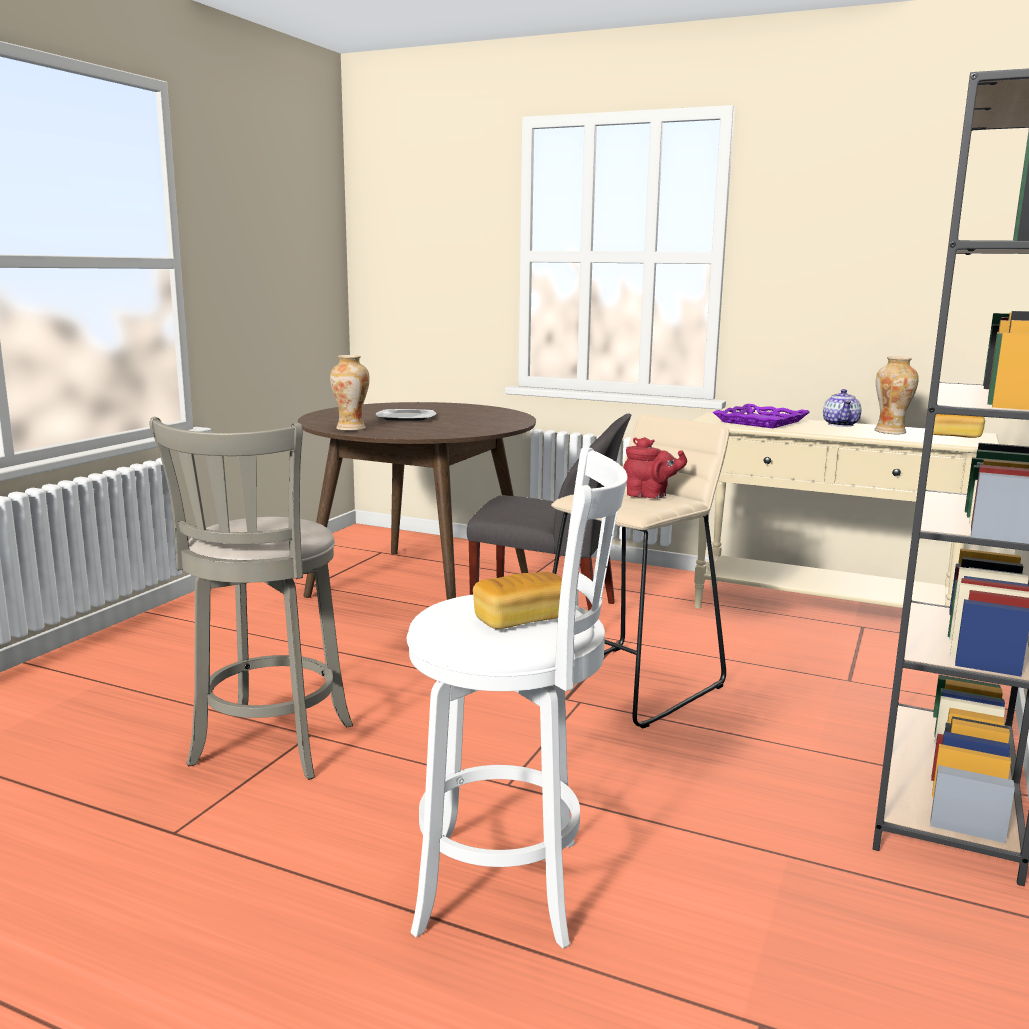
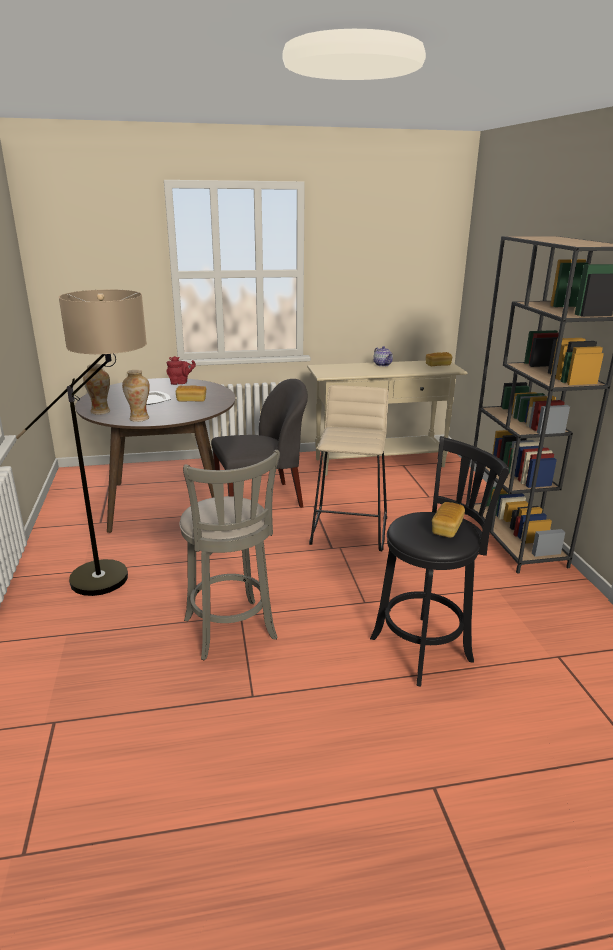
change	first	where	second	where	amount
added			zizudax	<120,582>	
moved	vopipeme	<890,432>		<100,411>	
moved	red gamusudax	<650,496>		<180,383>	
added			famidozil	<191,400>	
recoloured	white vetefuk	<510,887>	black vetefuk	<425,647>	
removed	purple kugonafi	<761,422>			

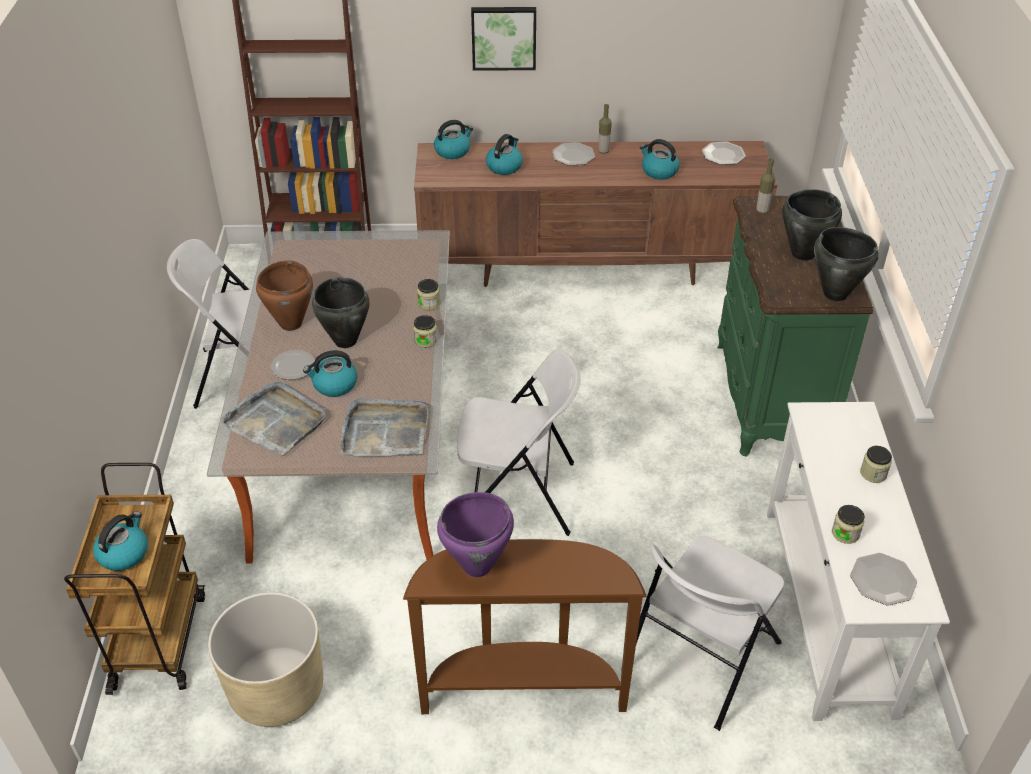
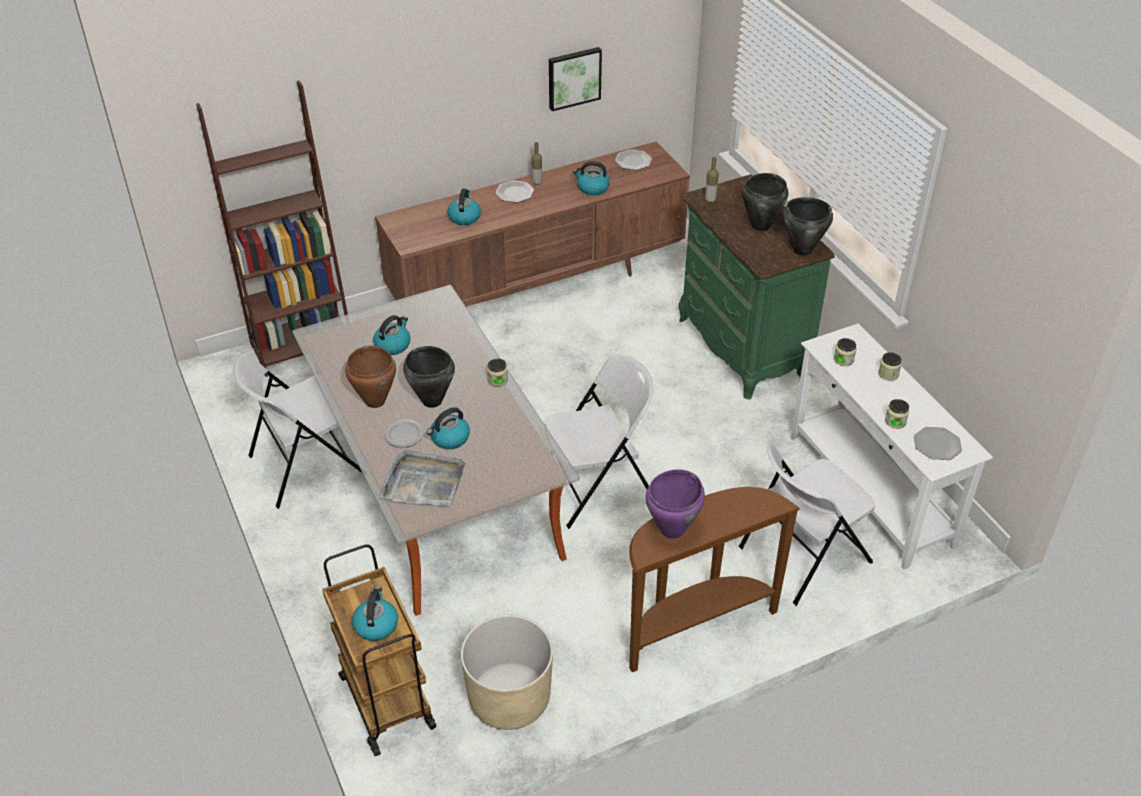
change	first	where	second	where	amount
moved	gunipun	<453,151>		<393,345>	
moved	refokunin	<503,37>		<573,77>	
turned	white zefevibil	<701,656>		<804,554>	45 degrees clockwise
moved	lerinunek	<429,303>		<843,360>	
removed	grey kugonafi	<385,431>			

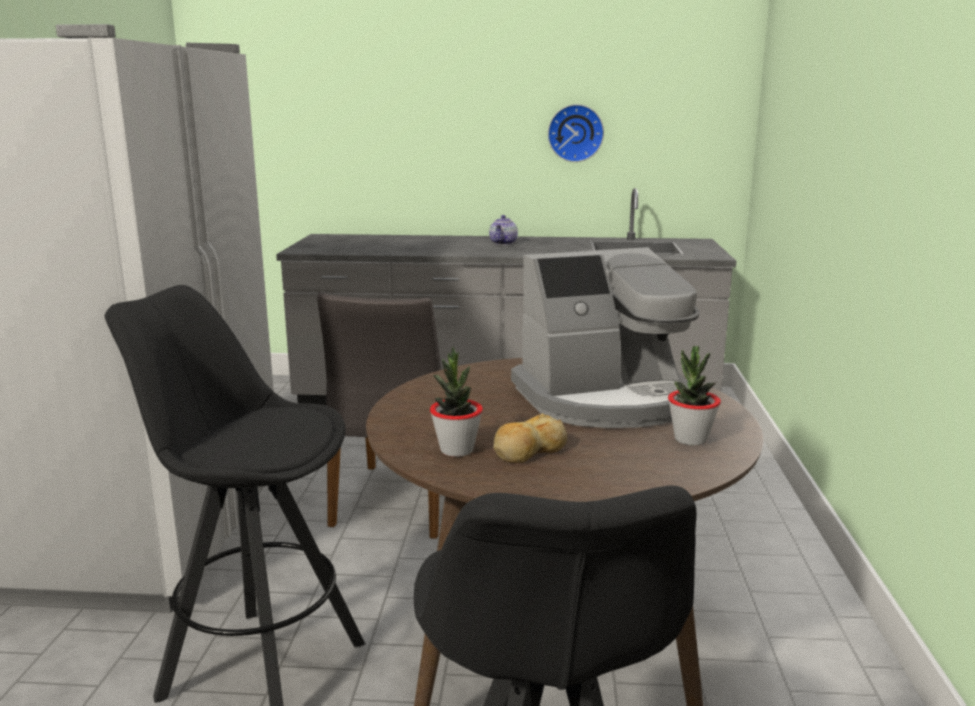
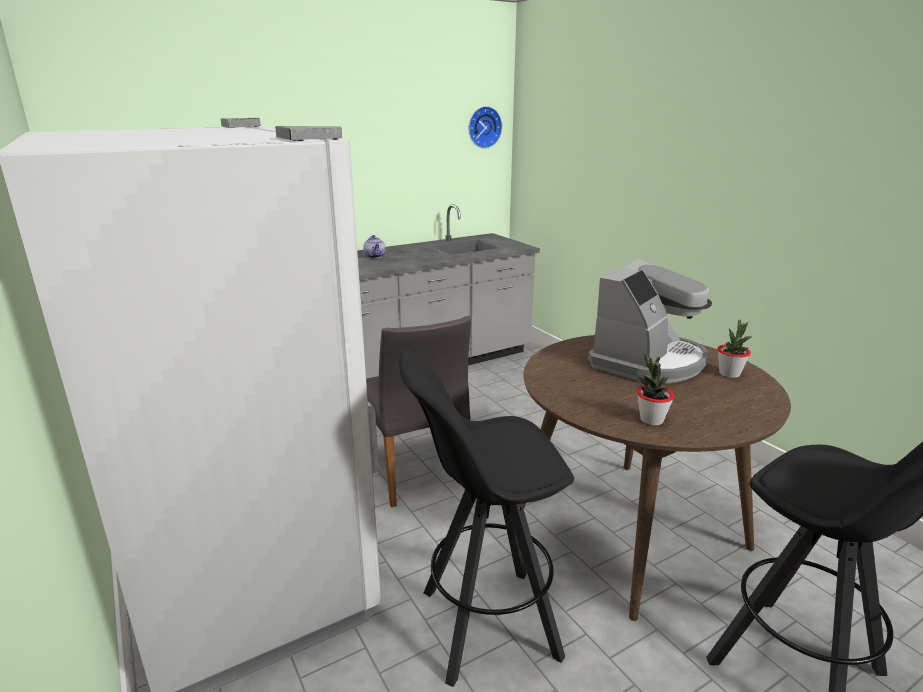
change	first	where	second	where	amount
moved	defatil	<575,133>		<483,127>	
removed	famidozil	<528,451>			

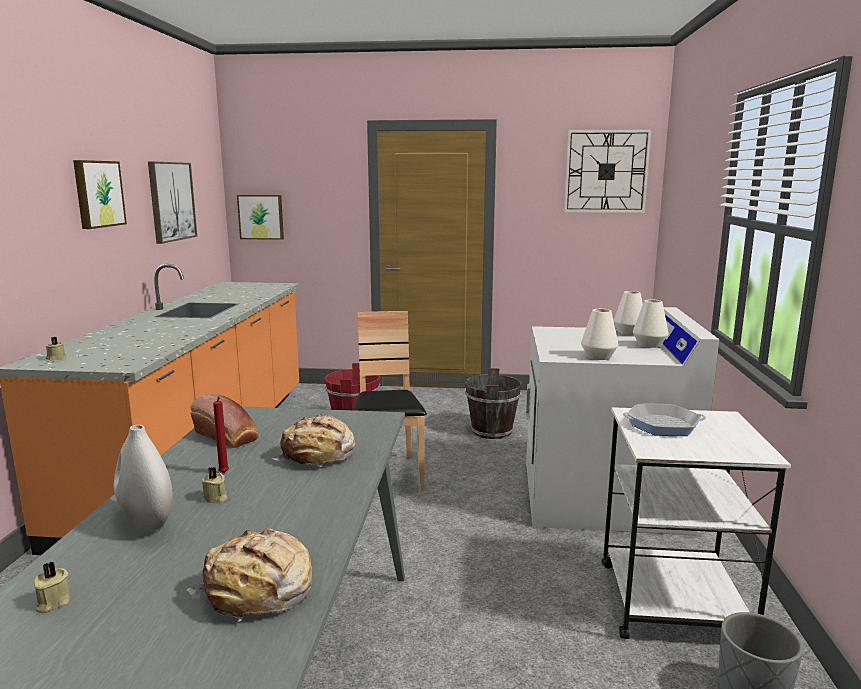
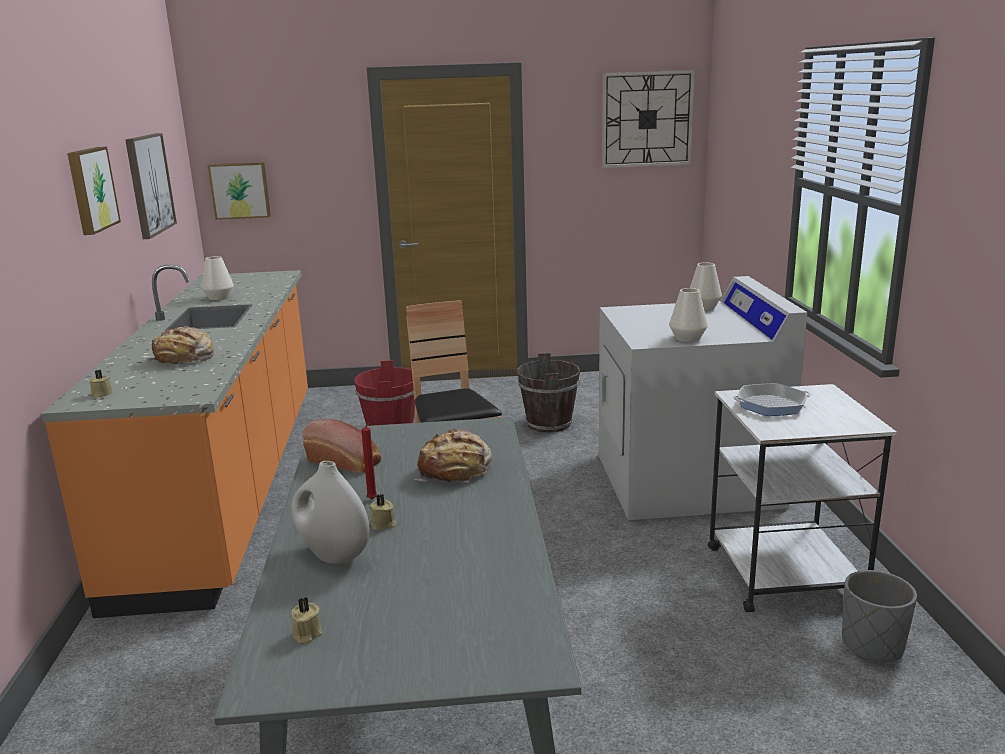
change	first	where	second	where	amount
moved	famidozil	<258,591>		<184,359>	
moved	white vopipeme	<649,345>		<219,298>	

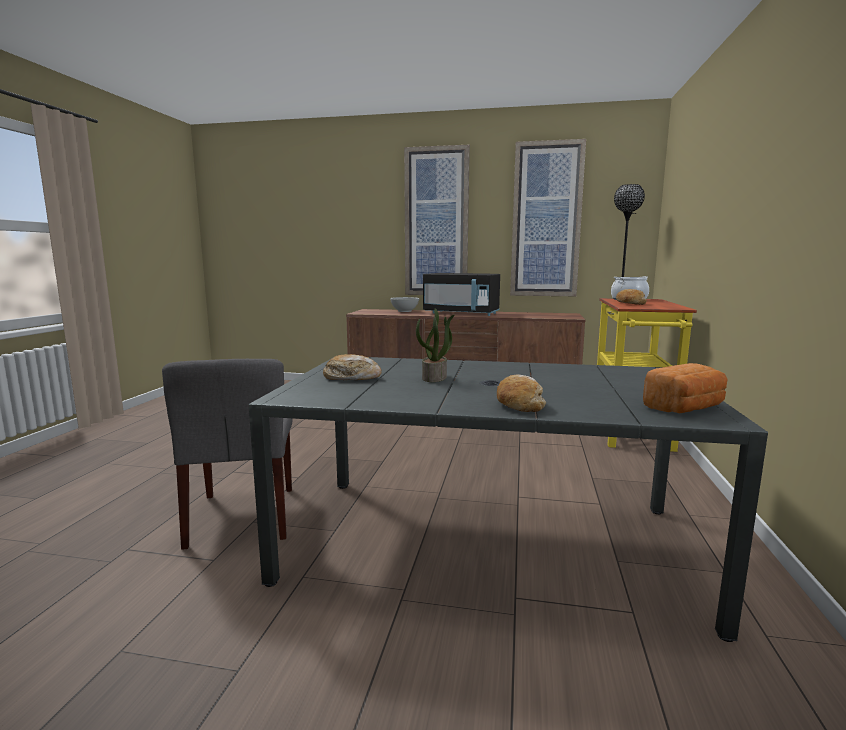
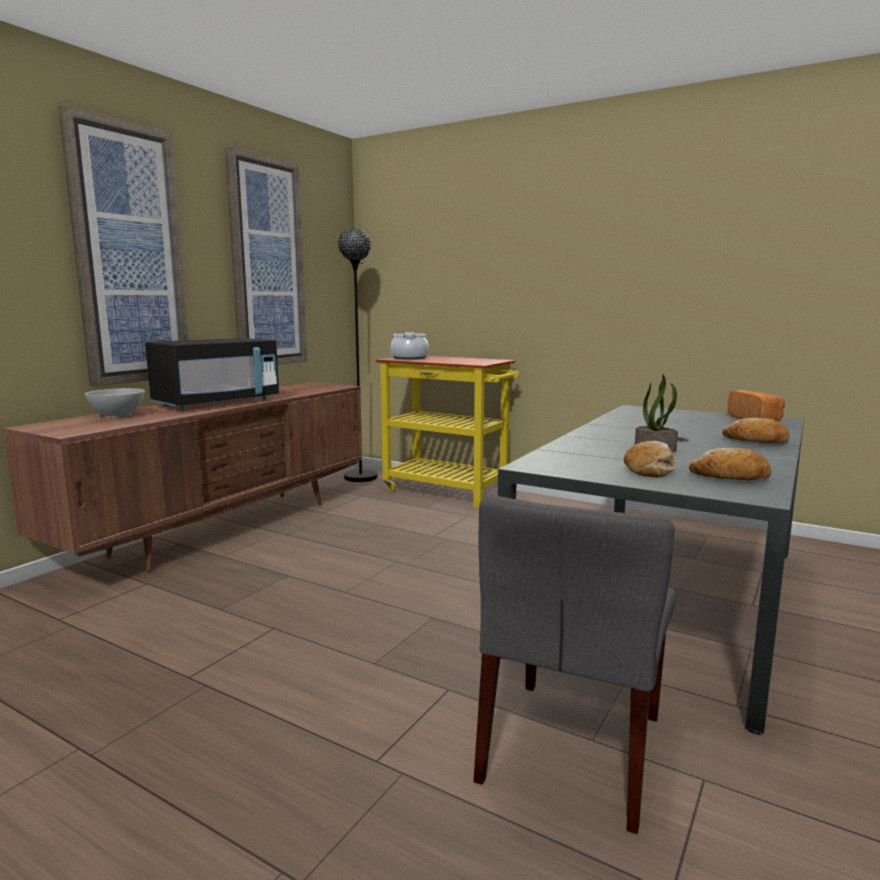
change	first	where	second	where	amount
turned	grey zefevibil	<243,516>		<573,749>	105 degrees clockwise
moved	famidozil	<629,303>		<730,477>	

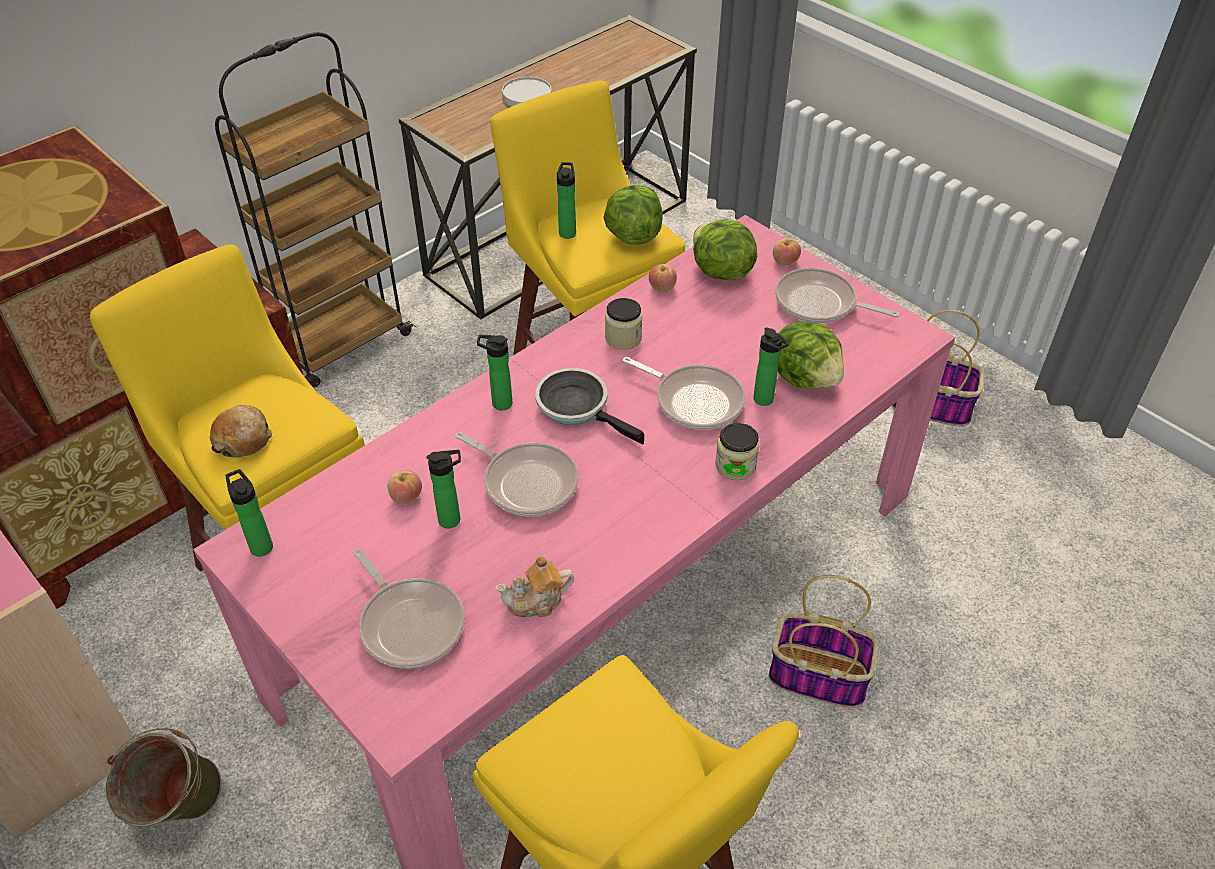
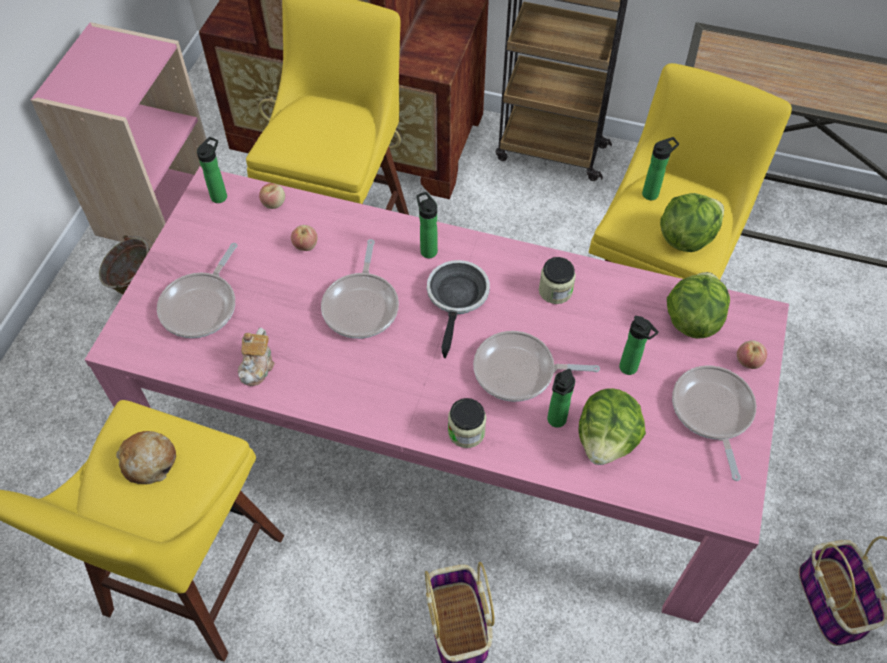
change	first	where	second	where	amount
moved	famidozil	<242,439>		<148,461>	
turned	gamusudax	<536,602>		<257,366>	120 degrees counterclockwise
moved	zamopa	<662,287>		<274,203>	
turned	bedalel	<694,401>		<519,371>	90 degrees clockwise
moved	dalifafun	<453,519>		<630,369>	
removed	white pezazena	<526,96>			

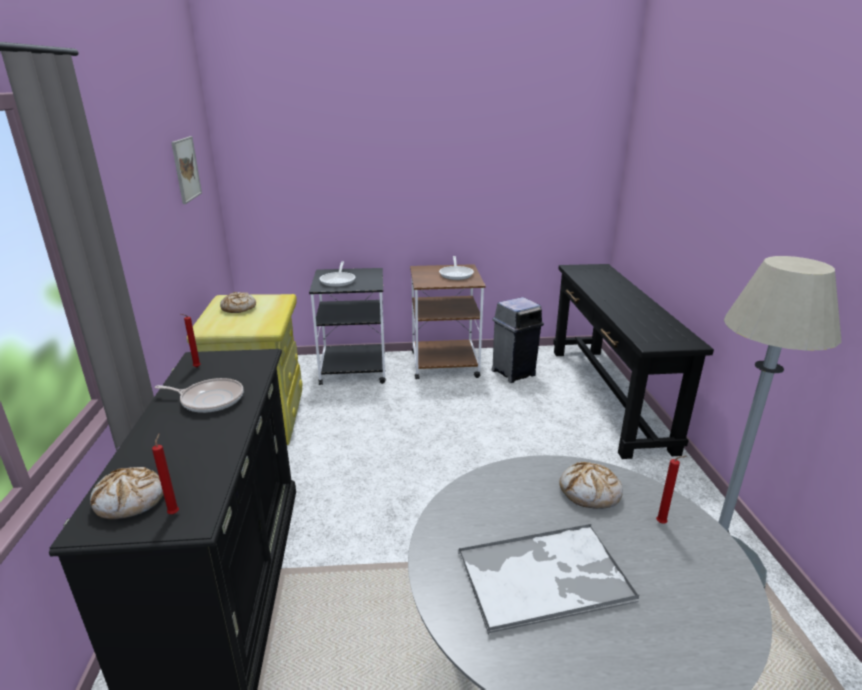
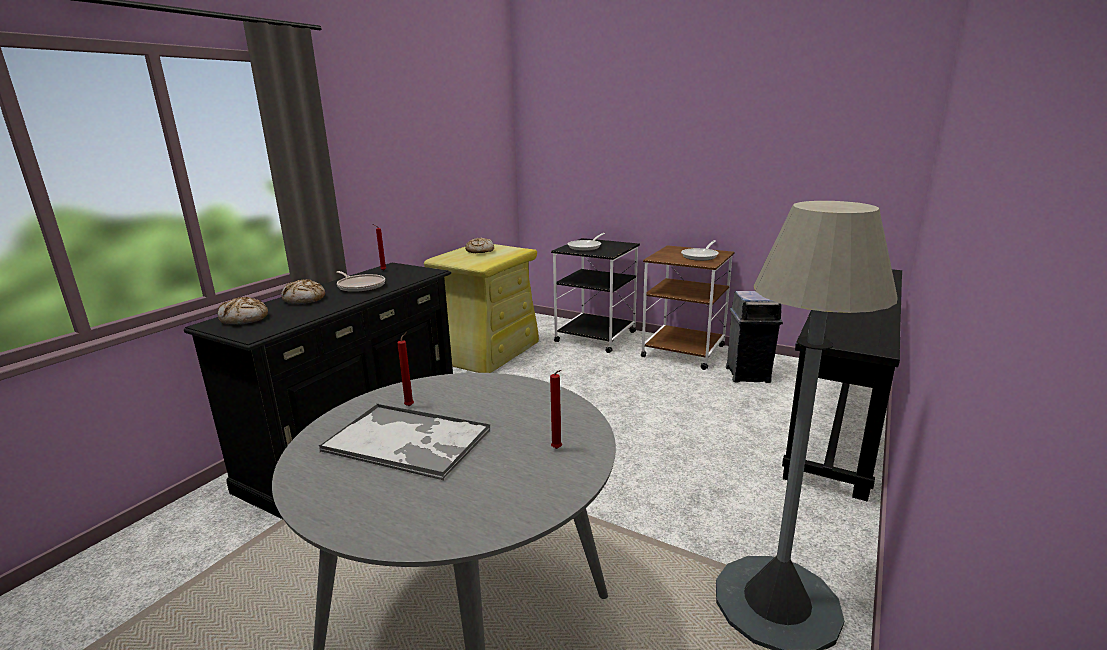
change	first	where	second	where	amount
moved	famidozil	<590,492>		<304,299>	
moved	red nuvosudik	<174,512>		<410,405>	
removed	refokunin	<186,169>			

